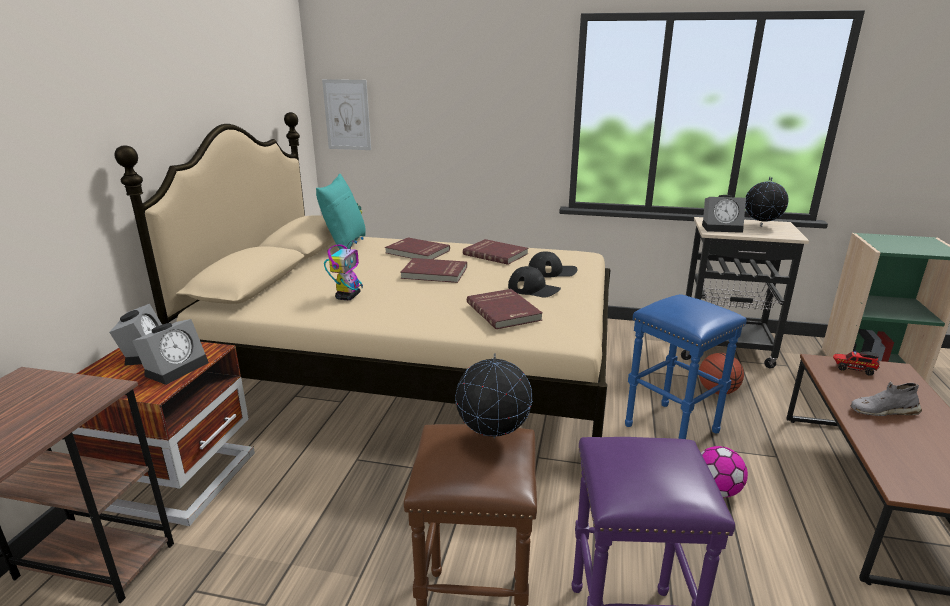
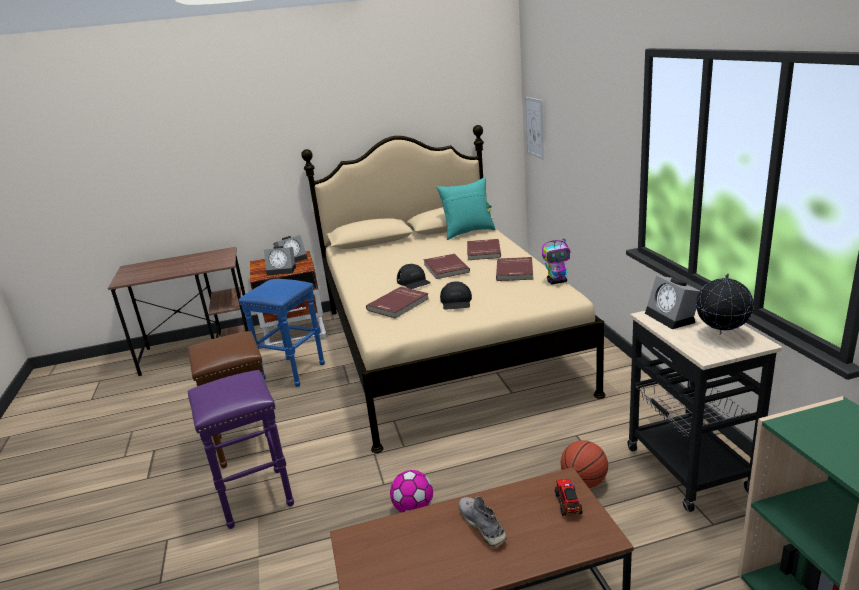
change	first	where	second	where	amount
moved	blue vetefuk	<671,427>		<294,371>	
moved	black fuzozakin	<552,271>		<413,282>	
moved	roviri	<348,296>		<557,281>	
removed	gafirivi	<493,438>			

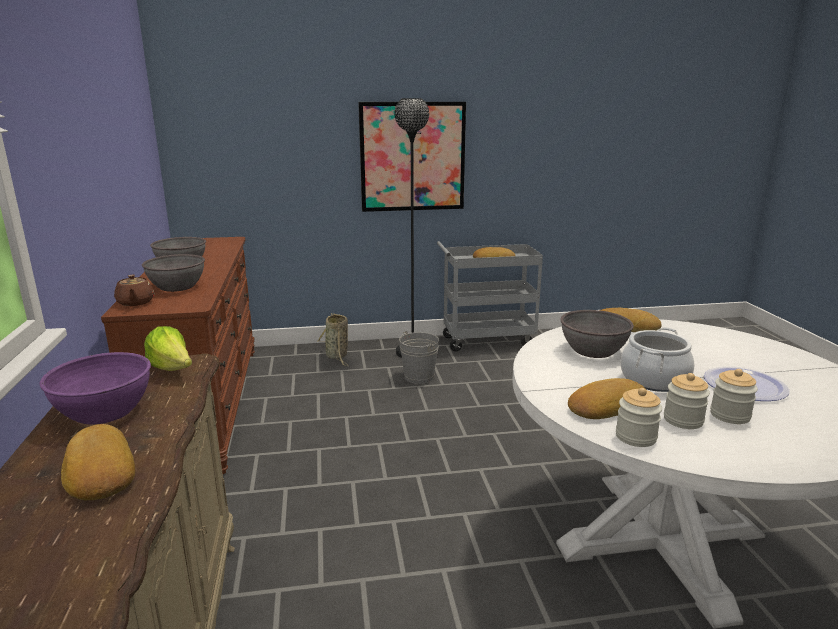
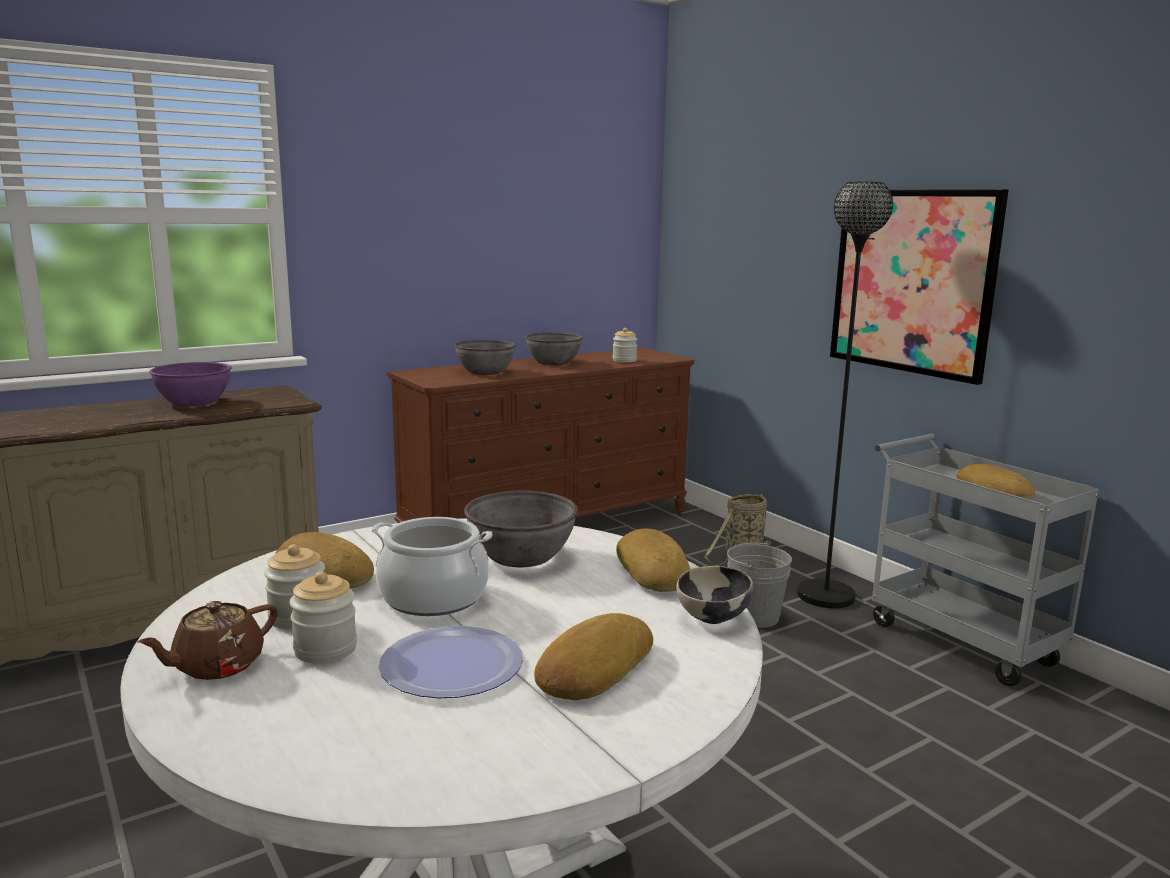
change	first	where	second	where	amount
moved	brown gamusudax	<135,303>		<217,666>	
moved	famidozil	<98,471>		<592,668>	
moved	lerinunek	<636,437>		<624,360>	
added			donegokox	<713,618>	
removed	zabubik	<173,369>			

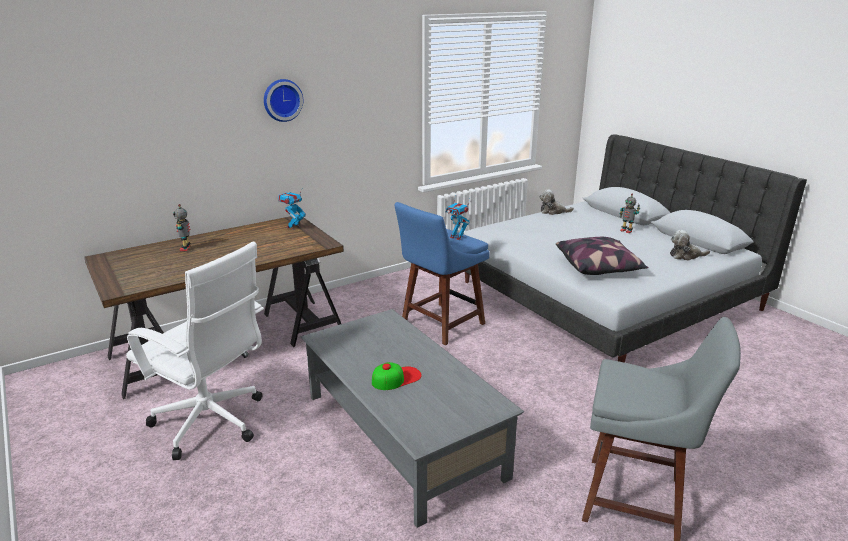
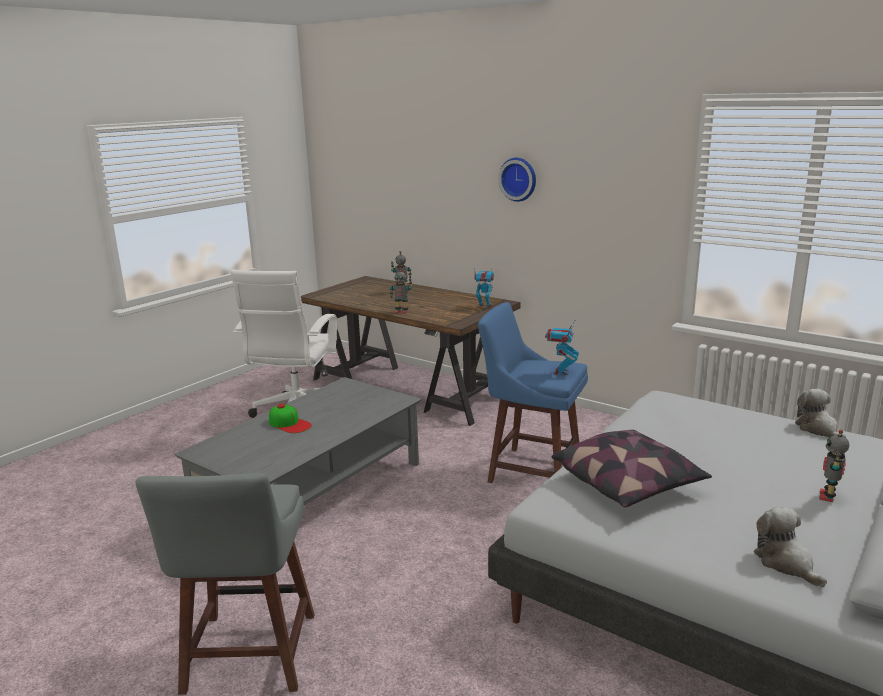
change	first	where	second	where	amount
added			roviri	<401,312>	

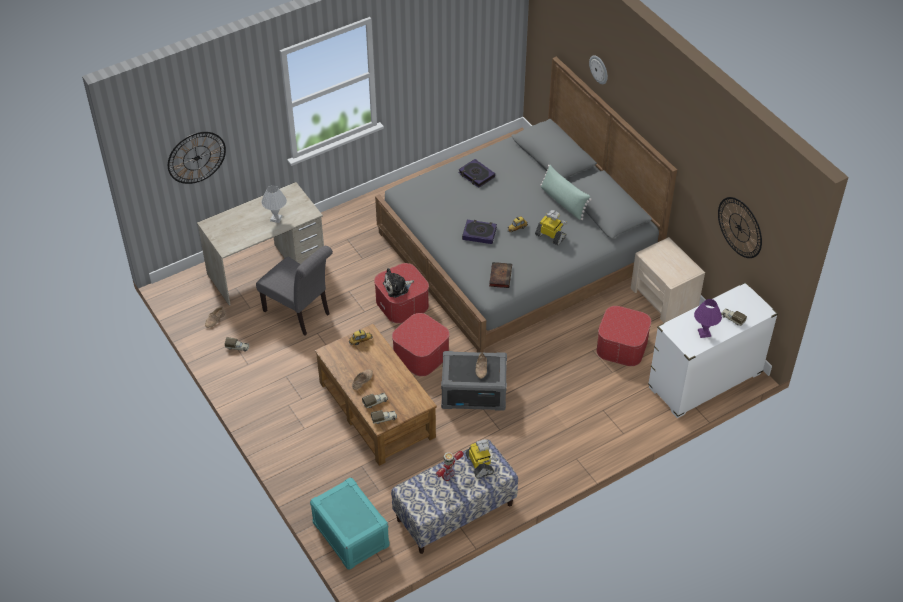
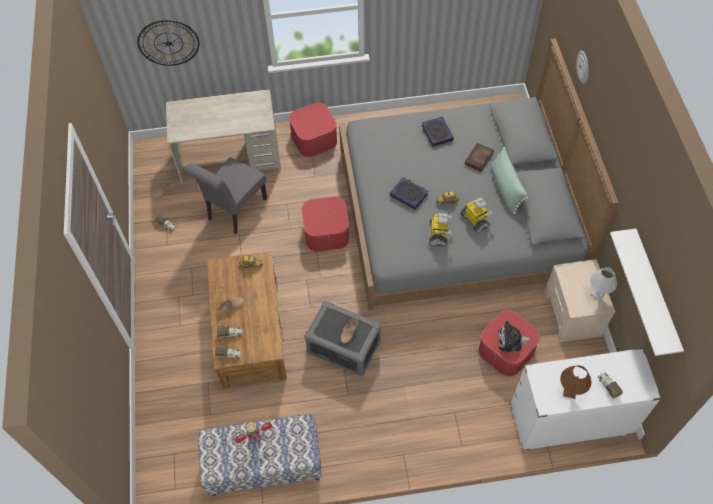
change	first	where	second	where	amount
turned	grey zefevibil	<300,314>		<234,211>	60 degrees clockwise
moved	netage	<420,354>		<313,138>	
moved	roviri	<480,464>		<438,234>	
moved	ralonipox	<500,276>		<479,158>	
moved	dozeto	<397,287>		<511,340>	
recoloured	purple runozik	<704,333>	brown runozik	<569,392>	
moved	white runozik	<276,219>		<597,294>	
replaced	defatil	<739,227>	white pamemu	<654,294>	
removed	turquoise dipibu	<350,534>			

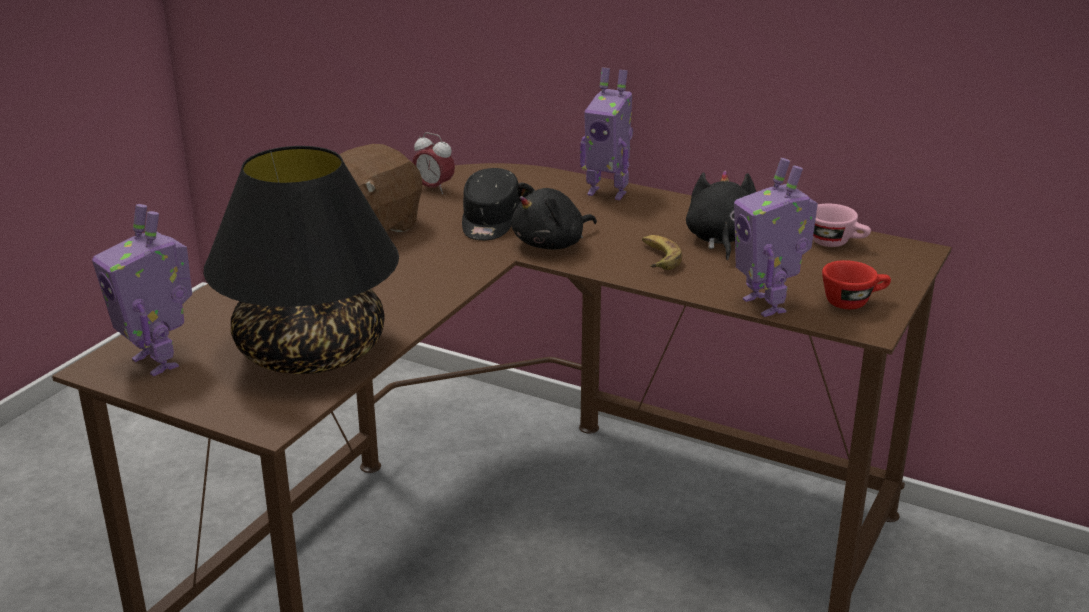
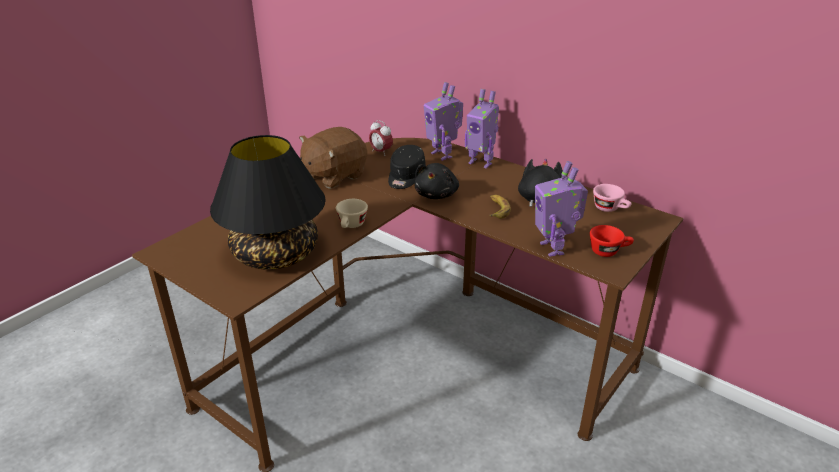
change	first	where	second	where	amount
added			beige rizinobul	<351,226>	
turned	black dozeto	<552,244>		<437,194>	45 degrees counterclockwise
moved	roviri	<158,361>		<442,155>	

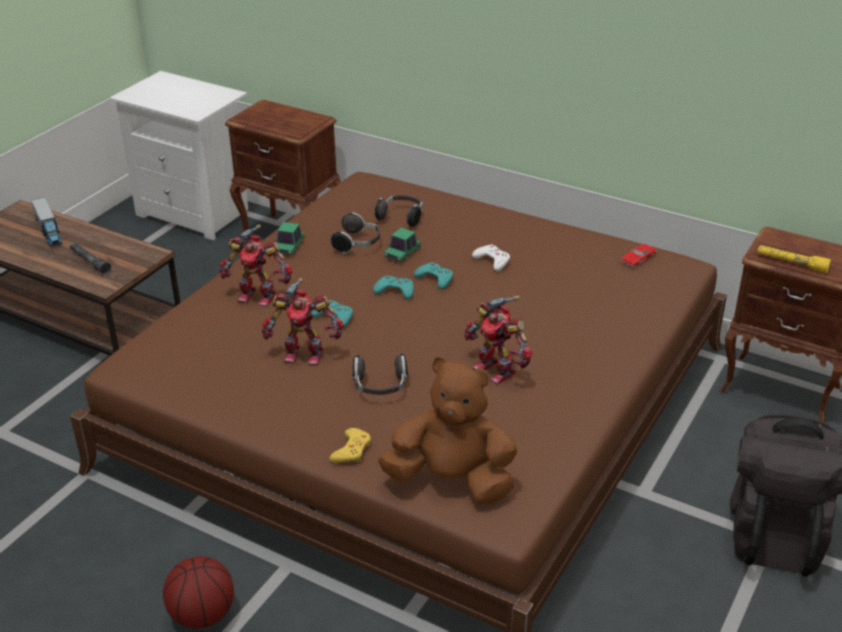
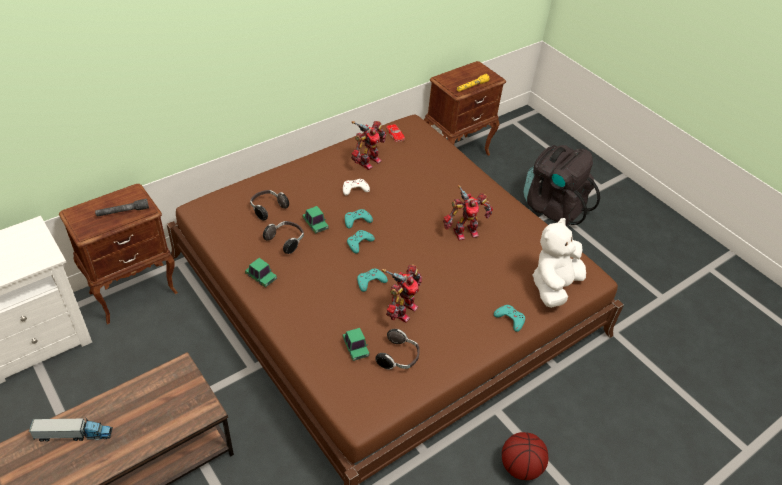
change	first	where	second	where	amount
moved	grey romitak	<90,262>		<123,212>	
added			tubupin	<355,347>	
moved	roviri	<258,295>		<368,161>	
moved	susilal	<380,387>		<399,357>	
recoloured	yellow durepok	<351,450>	turquoise durepok	<510,319>	
recoloured	brown dozeto	<452,481>	white dozeto	<554,286>	

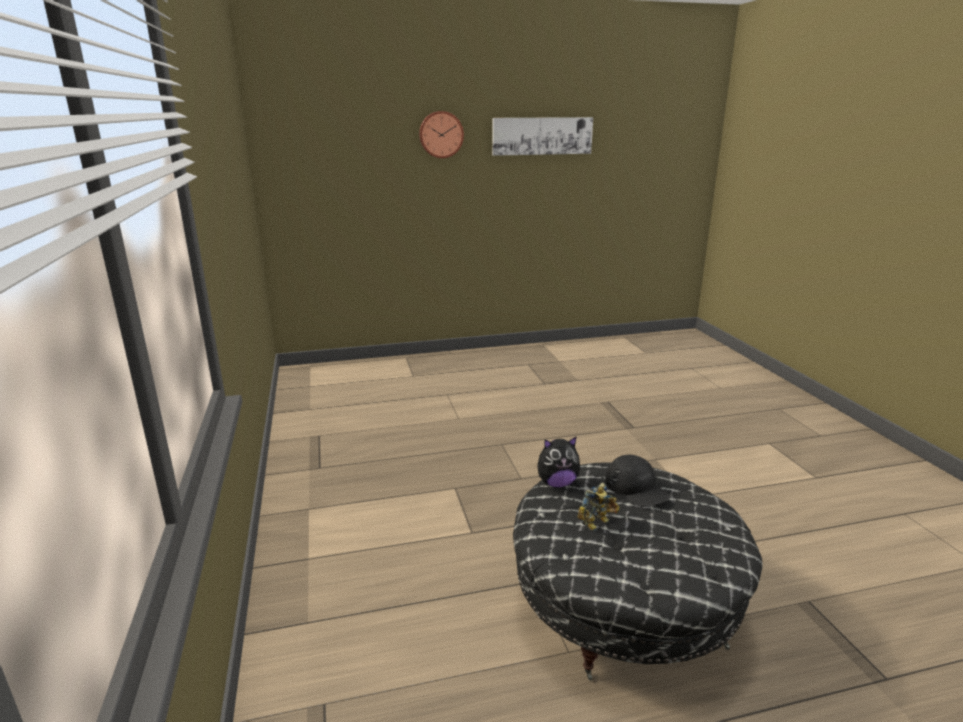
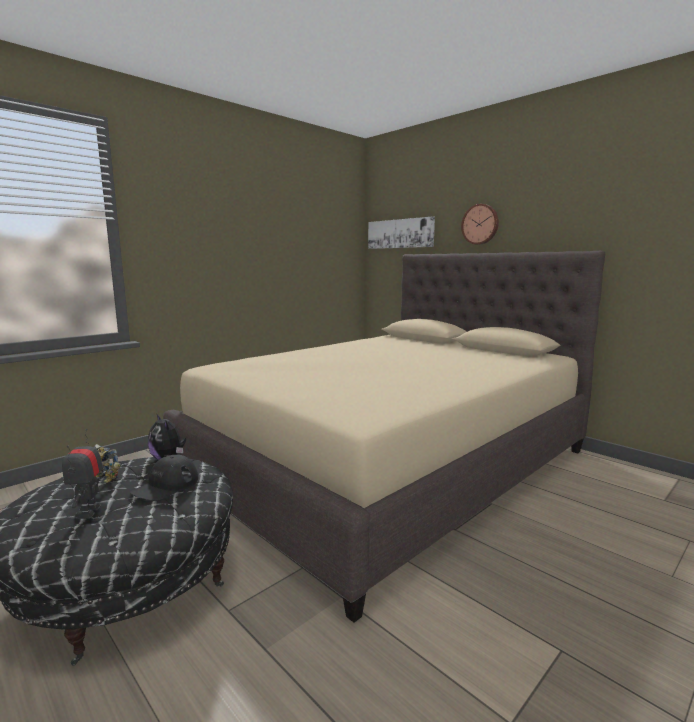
change	first	where	second	where	amount
added			roviri	<88,511>	
added			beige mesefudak	<391,464>	
moved	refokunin	<542,136>		<400,233>	

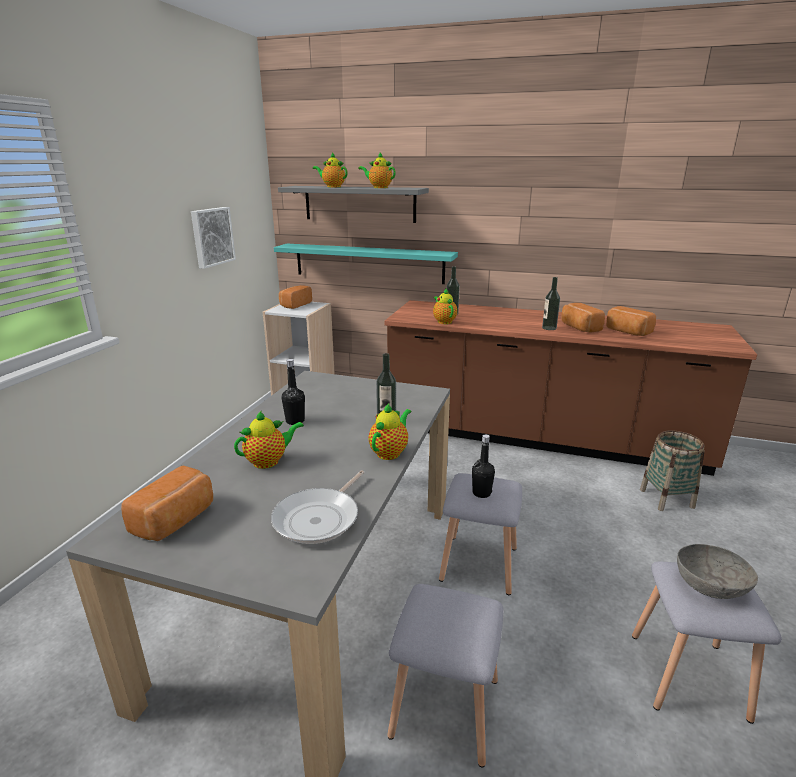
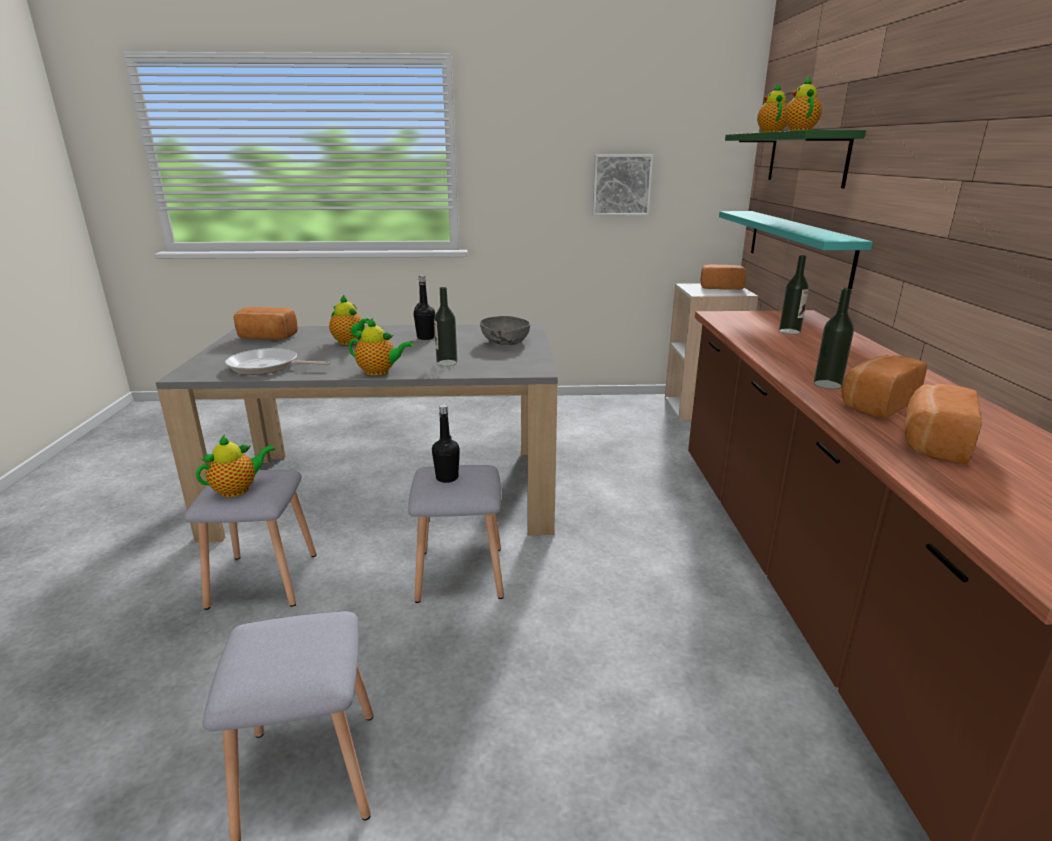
change	first	where	second	where	amount
moved	gamusudax	<444,321>		<238,489>	
moved	grey donegokox	<710,585>		<505,342>	
recoloured	grey pamemu	<359,204>	green pamemu	<806,158>	
removed	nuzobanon	<666,498>			

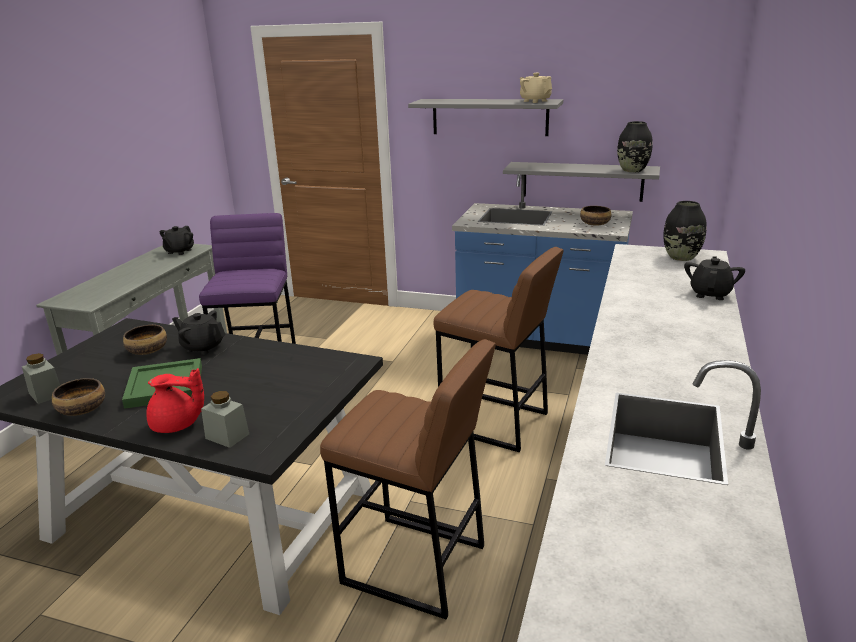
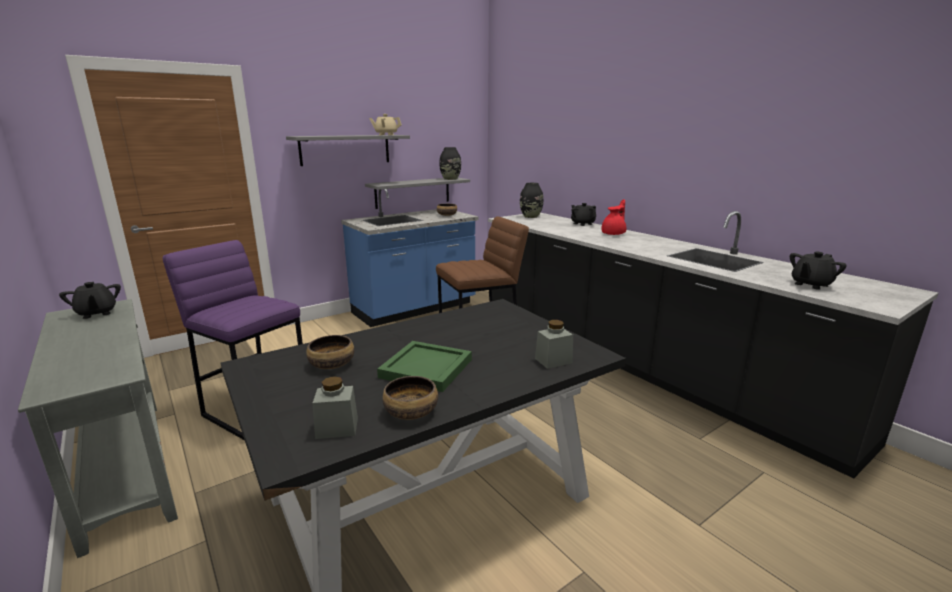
change	first	where	second	where	amount
moved	red gamusudax	<177,425>		<614,234>	
moved	black gamusudax	<202,347>		<810,284>	
removed	brown vetefuk	<417,565>			

